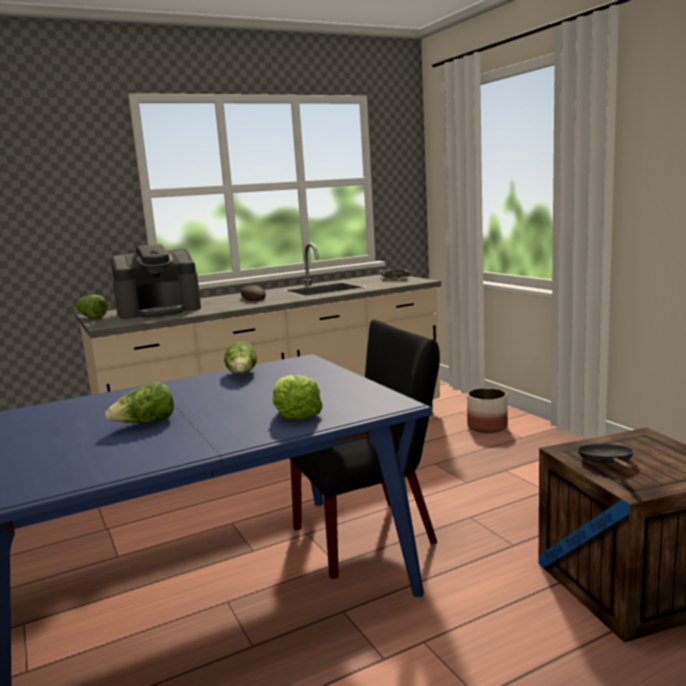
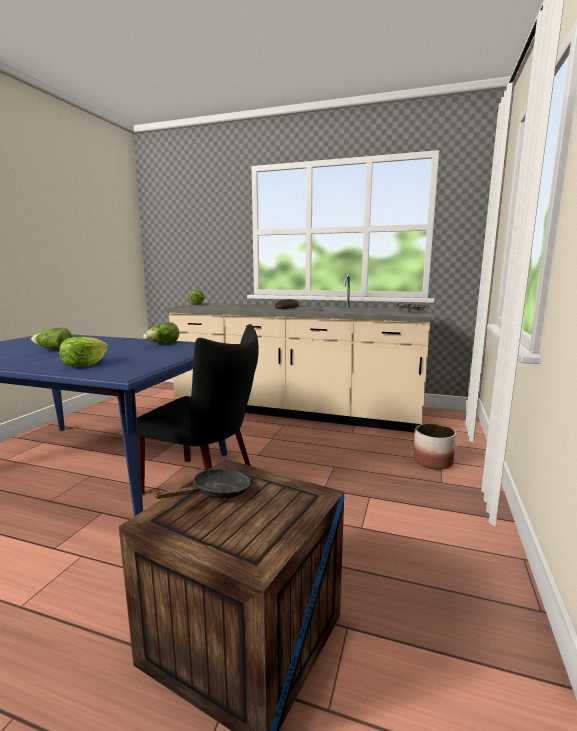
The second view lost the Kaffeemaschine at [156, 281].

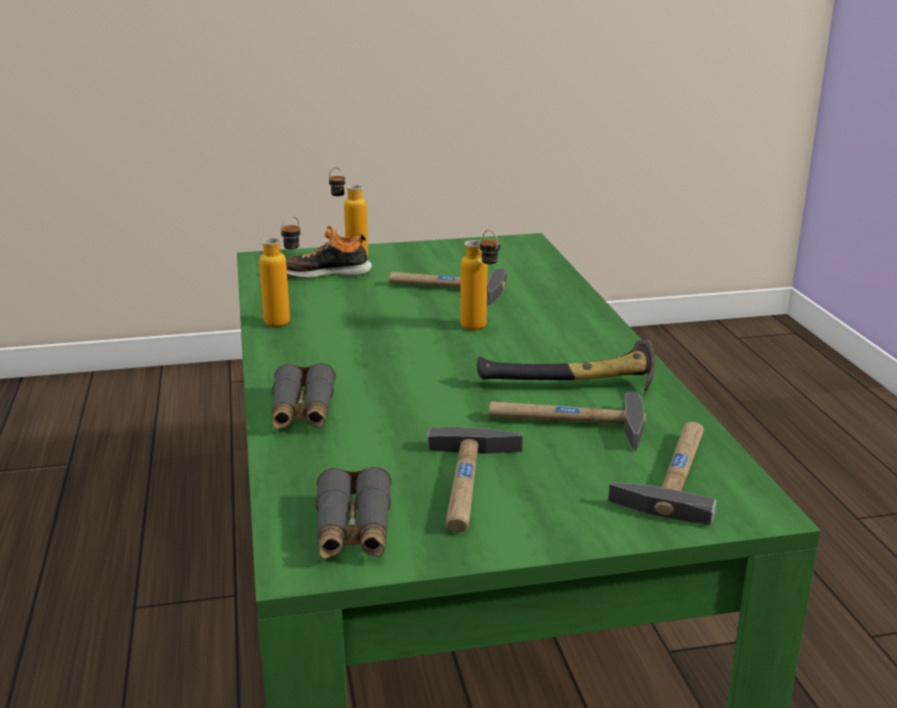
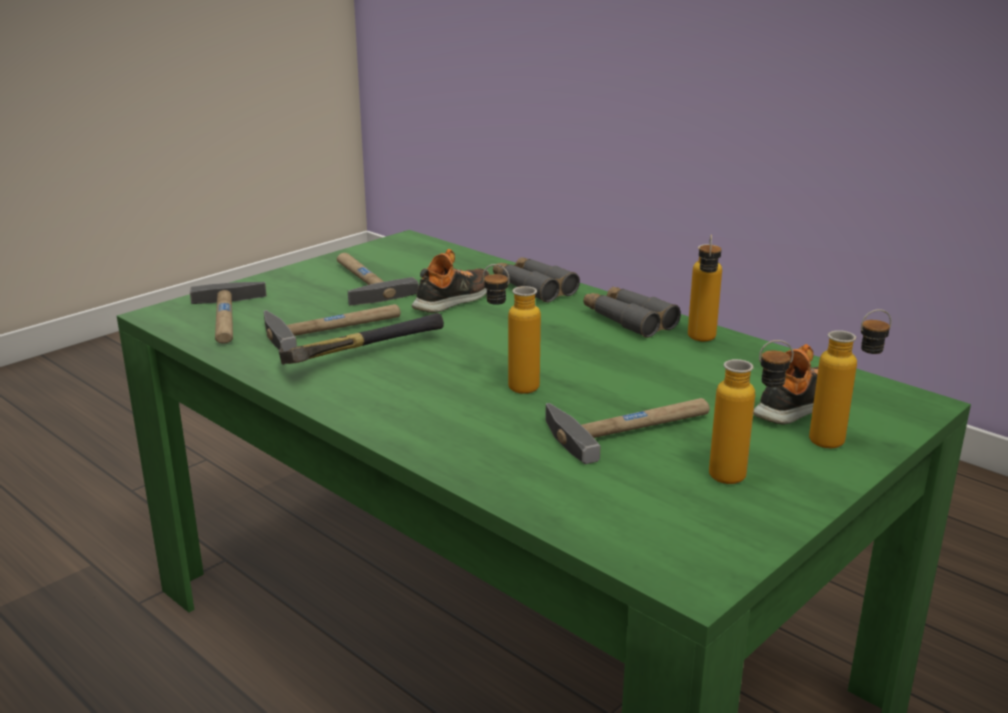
The Fernglas [grau] ended up elsewhere, having gone from [353, 513] to [632, 312]. The second view gained the Schuh at [451, 281]. The second view gained the Flasche at [751, 412].

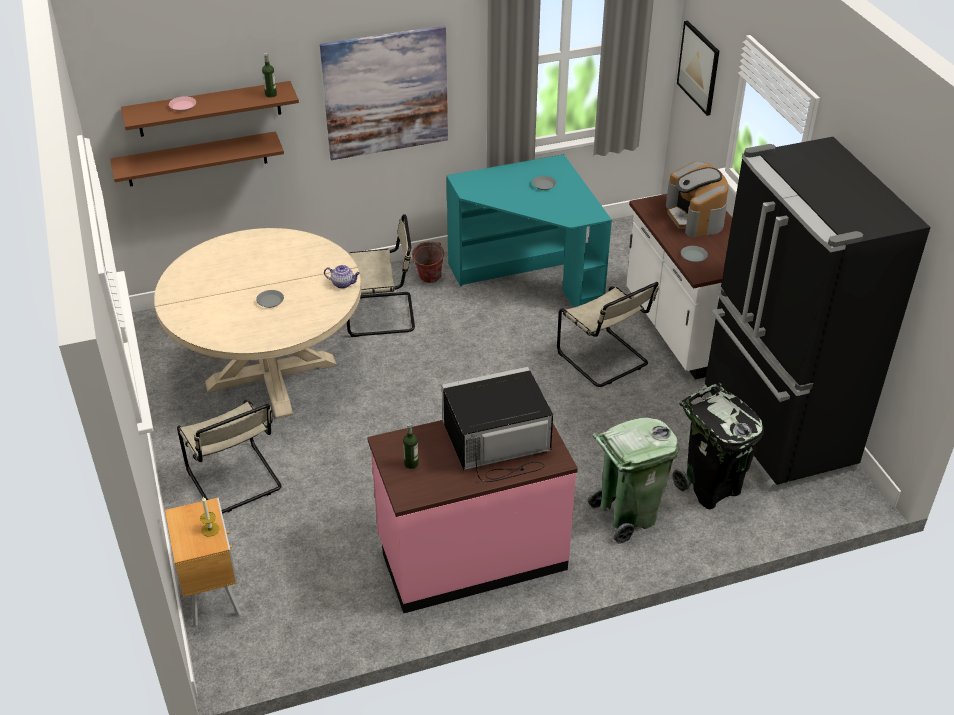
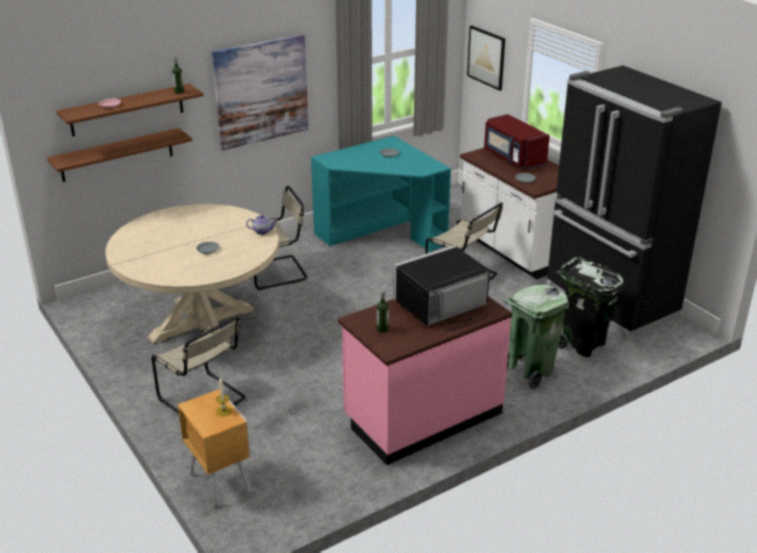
The second view lost the Eimer at [427, 262]. Where the Kaffeemaschine stood at [697, 199], the Mikrowelle [rot] came to stand at [517, 141].

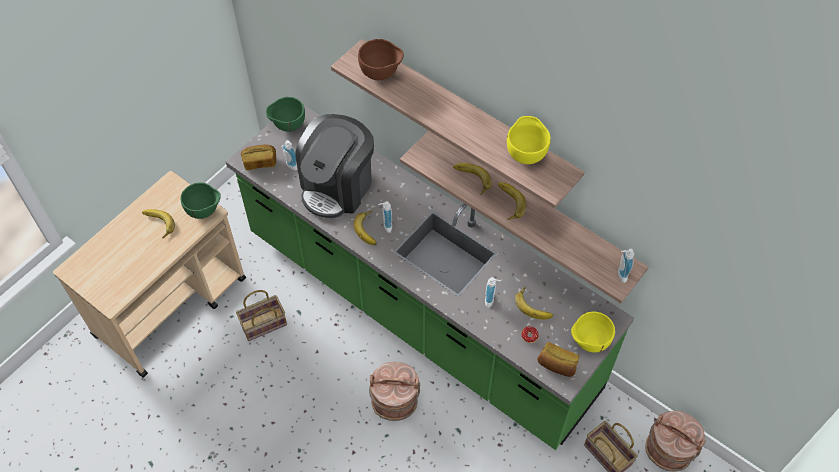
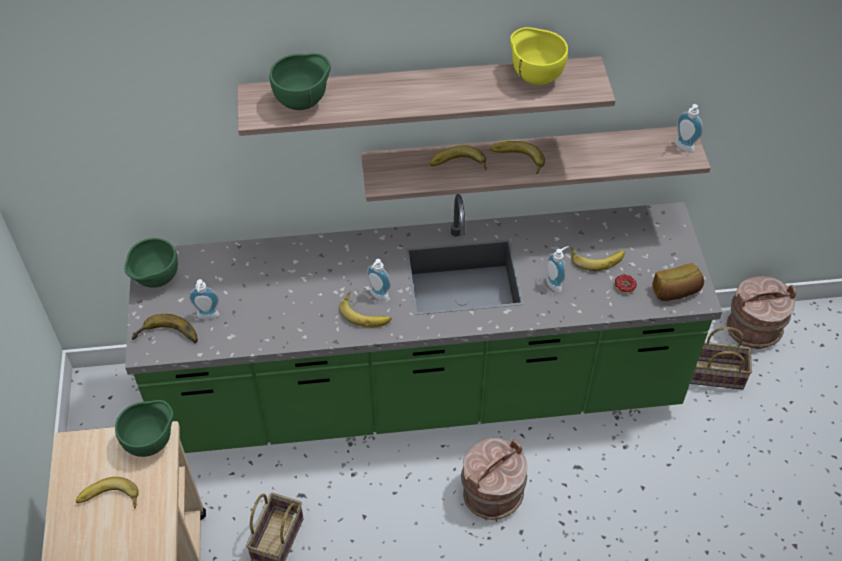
Where the Brot stood at [258, 157], the Banane came to stand at [165, 328]. The second view lost the Kaffeemaschine at [334, 166]. What was the Schüssel [braun] at [381, 59] turned into the Schüssel [grün] at [300, 81]. The second view lost the Schüssel [gelb] at [593, 332].

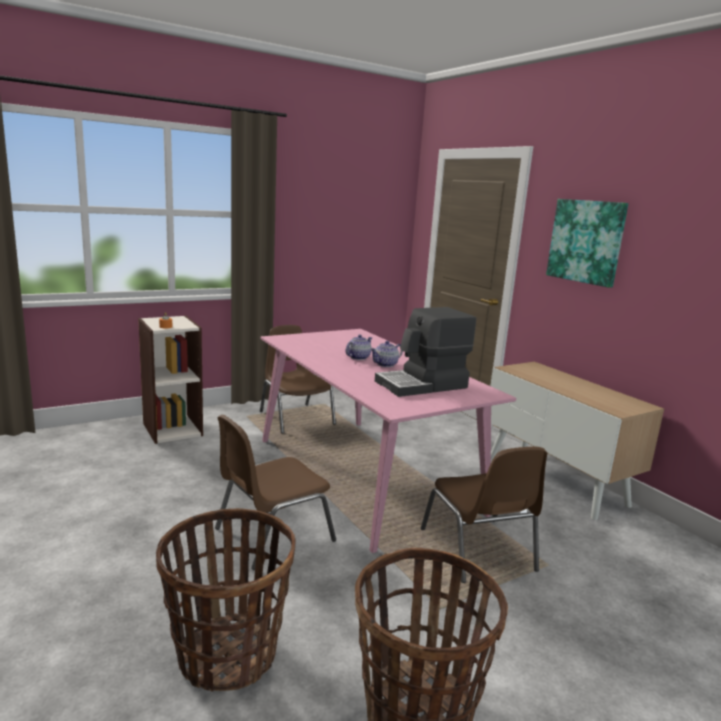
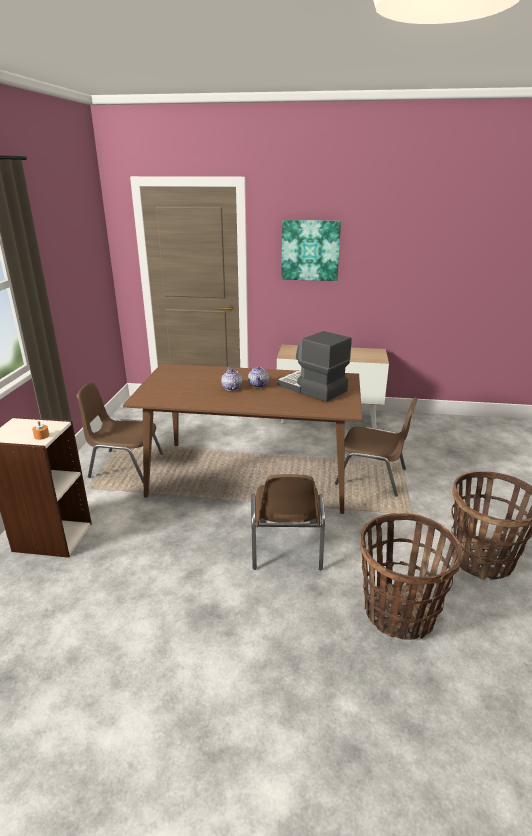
What was the Esstisch [rosa] at [388, 441] turned into the Esstisch [braun] at [242, 439]. The Kaffeemaschine at [425, 352] ended up facing another way, 120 degrees clockwise from before.

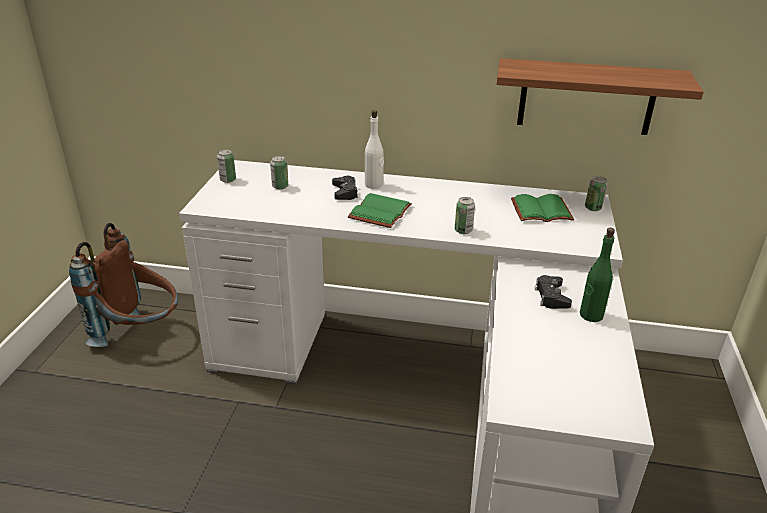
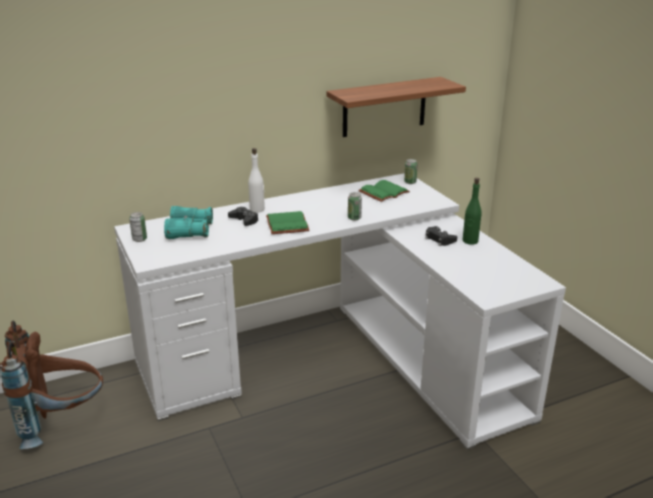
Where the Dose stood at [279, 173], the Fernglas [türkis] came to stand at [188, 222].

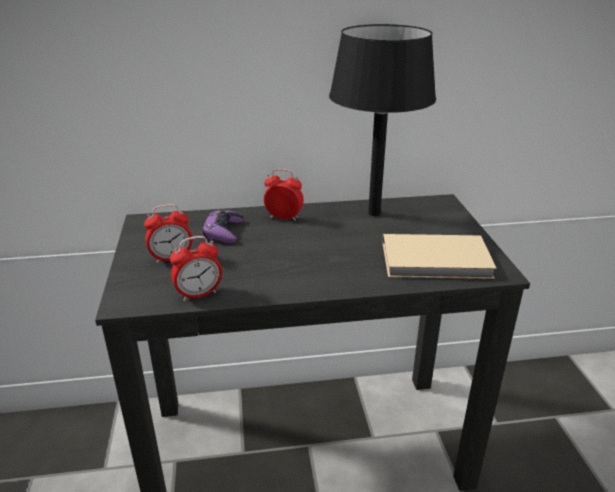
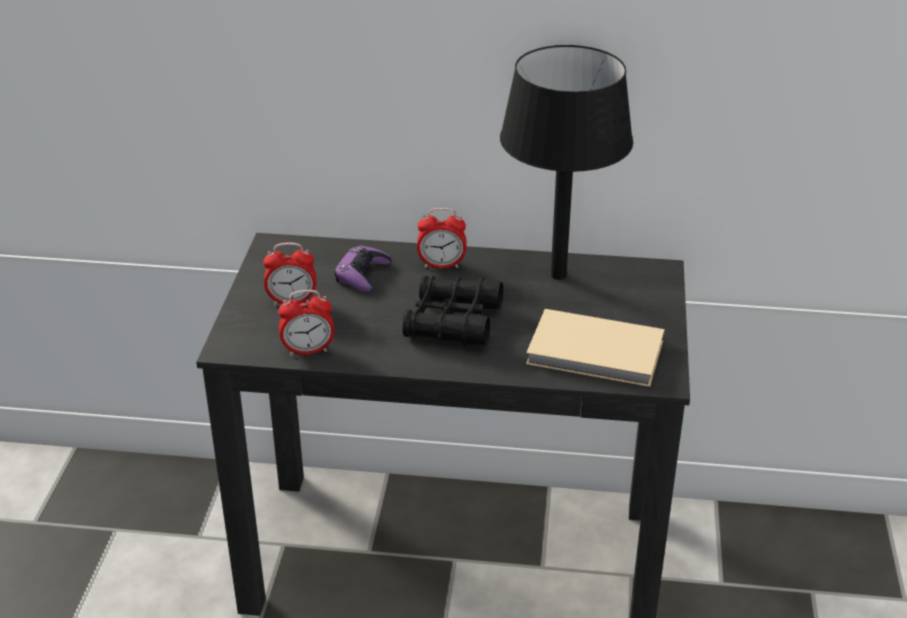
The Wecker at [284, 195] ended up facing another way, 150 degrees clockwise from before. The second view gained the Fernglas [schwarz] at [453, 311].

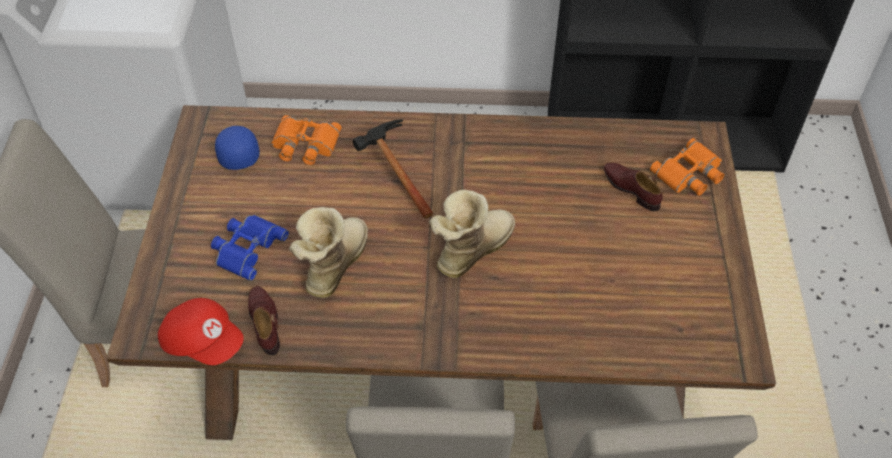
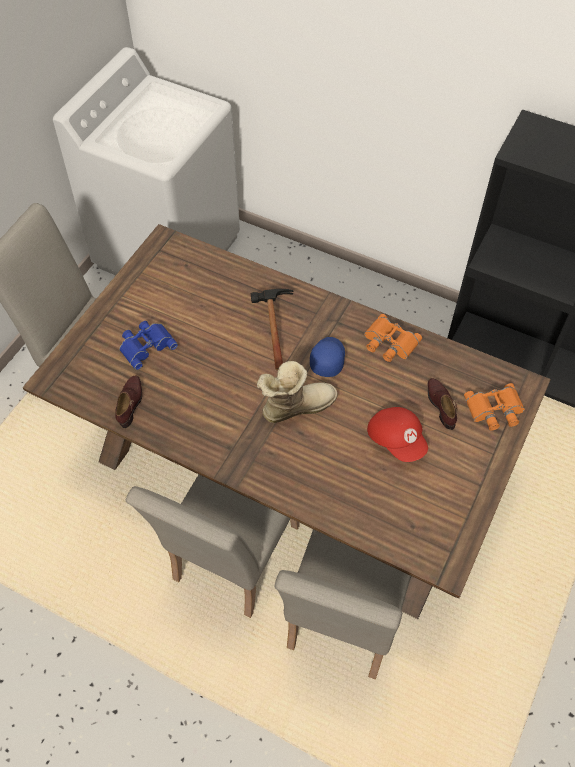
The Kappe [rot] ended up elsewhere, having gone from [201, 331] to [397, 434]. The Kappe [blau] ended up elsewhere, having gone from [237, 148] to [327, 357]. The Fernglas [orange] ended up elsewhere, having gone from [306, 140] to [393, 338]. The second view lost the Stiefel at [328, 252].

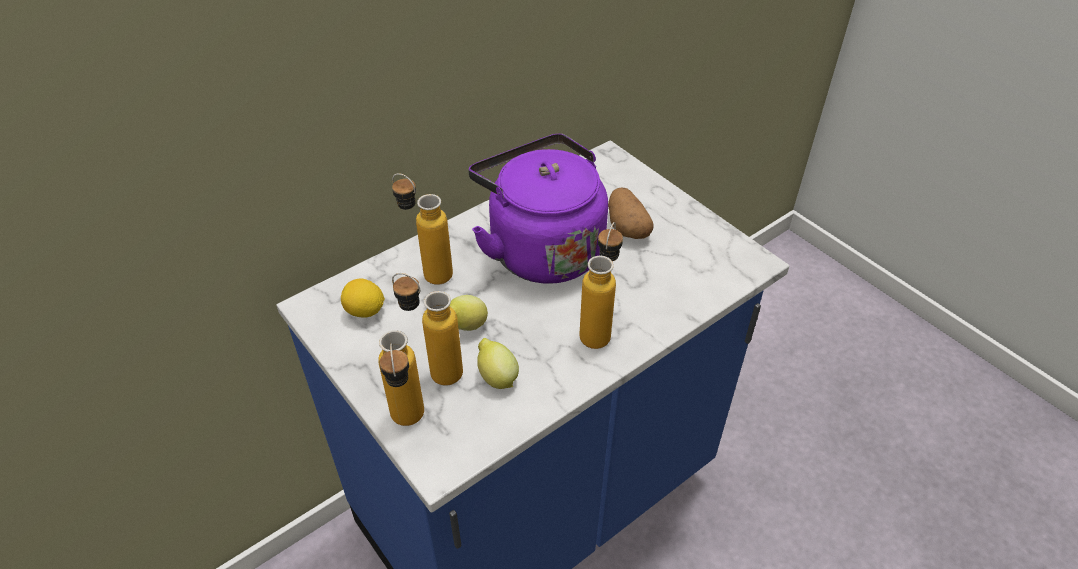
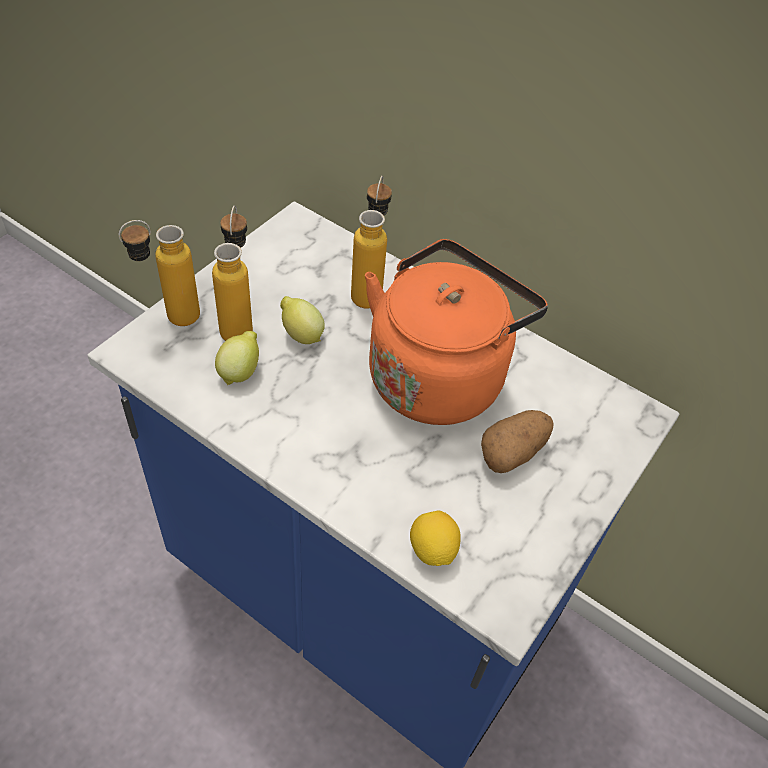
The Zitrone ended up elsewhere, having gone from [363, 298] to [435, 538]. What was the Wasserkessel [lila] at [538, 209] turned into the Wasserkessel [orange] at [456, 332]. The second view lost the Flasche at [601, 285].

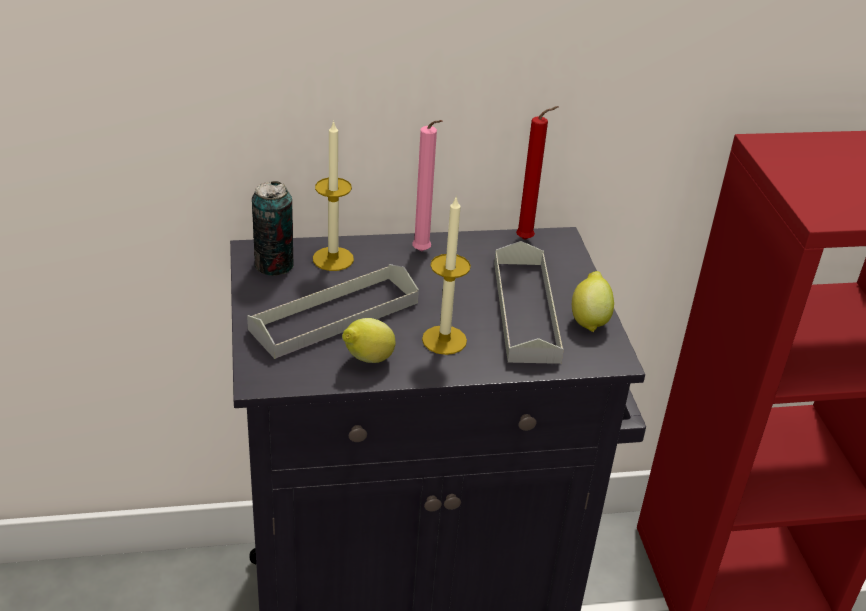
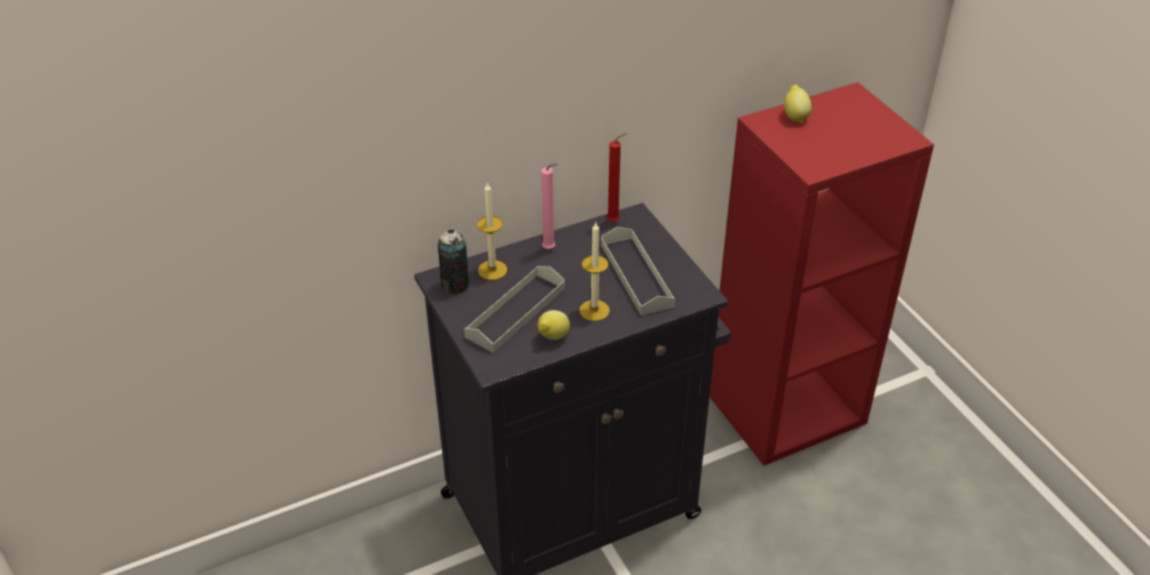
The Zitrone ended up elsewhere, having gone from [593, 301] to [798, 103].

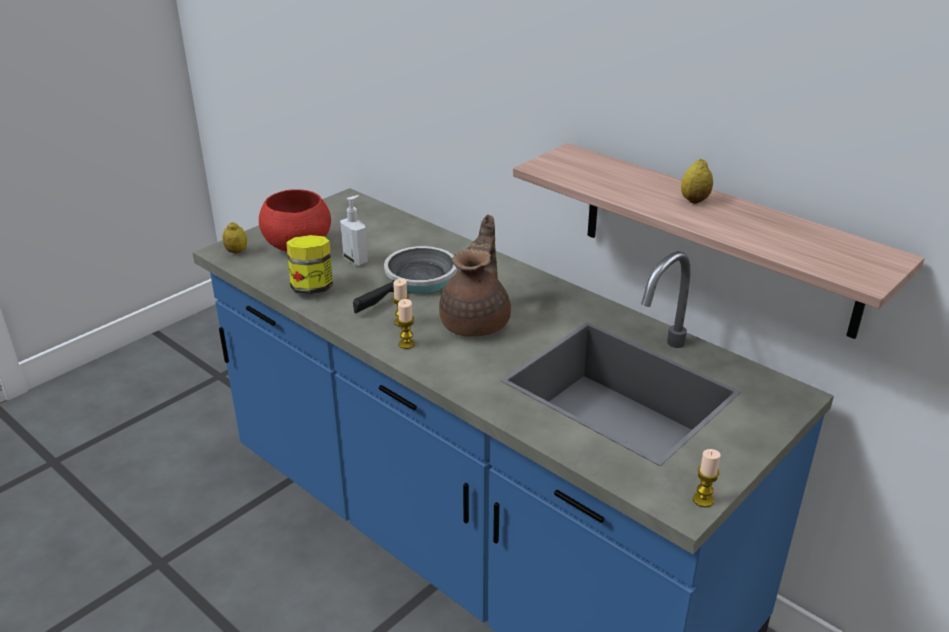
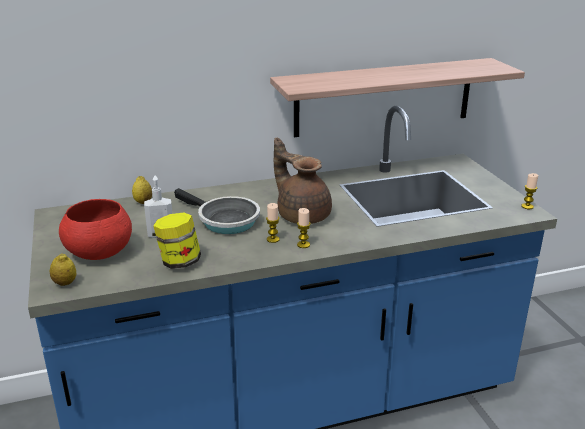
The Pfanne at [405, 280] ended up facing another way, 150 degrees clockwise from before. The Zitrone ended up elsewhere, having gone from [697, 181] to [142, 190].

